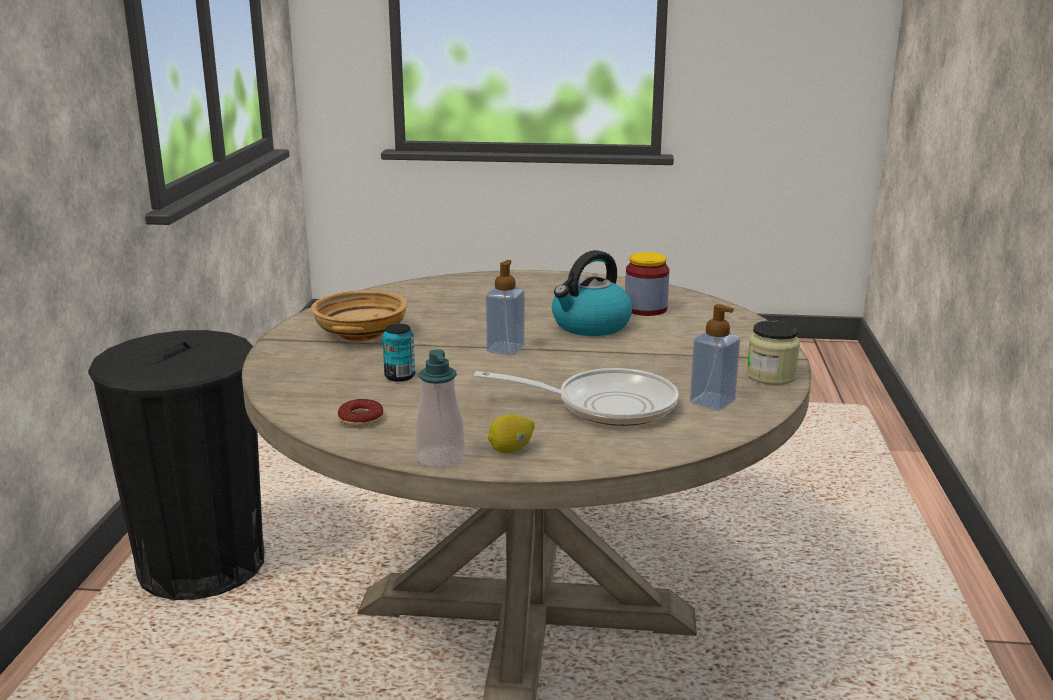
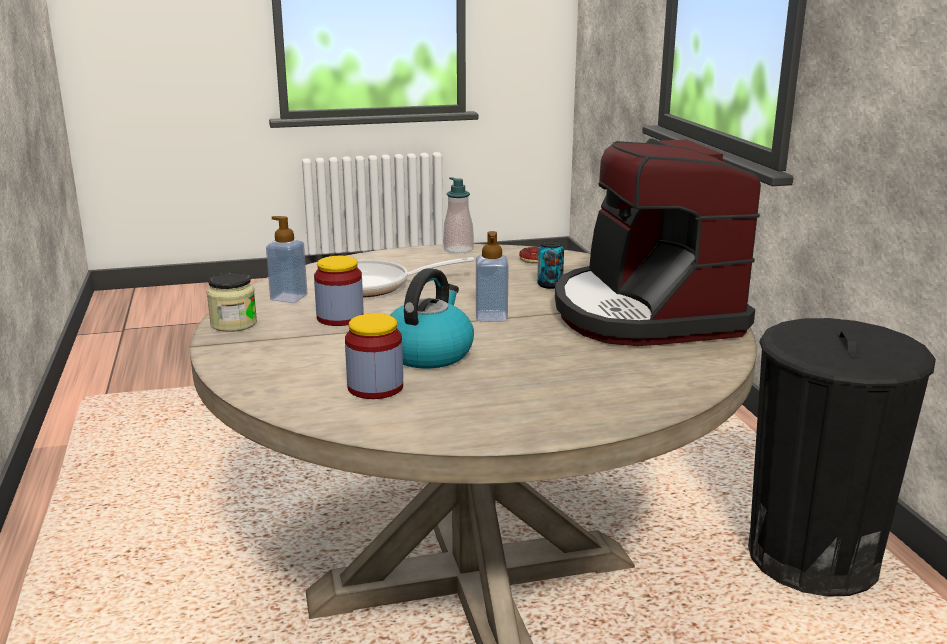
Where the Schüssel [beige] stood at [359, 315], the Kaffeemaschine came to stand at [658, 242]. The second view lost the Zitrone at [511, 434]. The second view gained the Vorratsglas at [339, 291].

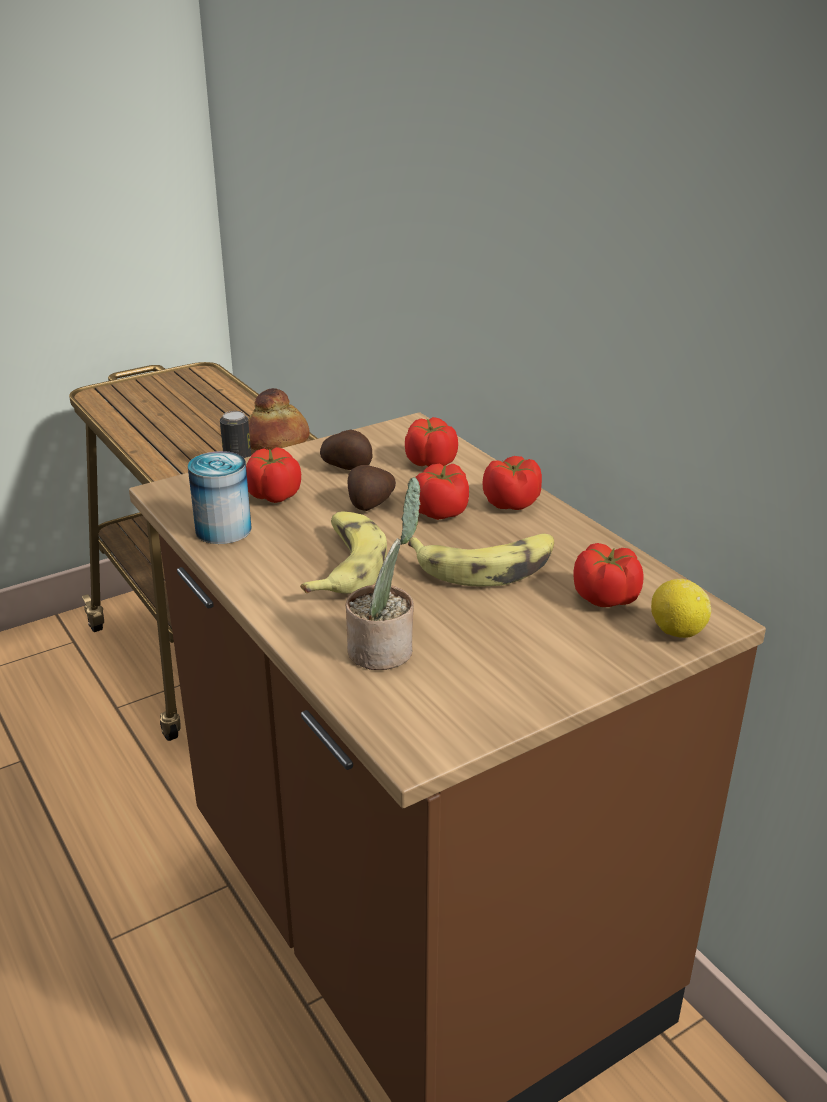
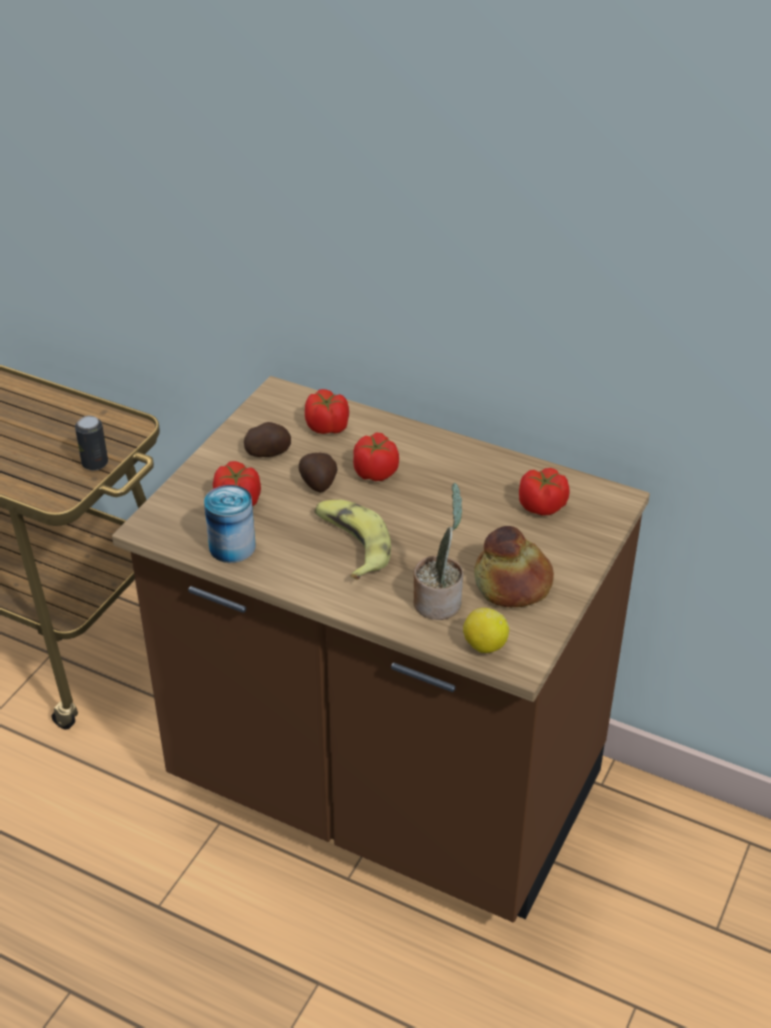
The Brot ended up elsewhere, having gone from [279, 419] to [514, 566]. The second view lost the Banane at [481, 560]. The second view lost the Tomate at [512, 483]. The Zitrone ended up elsewhere, having gone from [681, 608] to [486, 630].

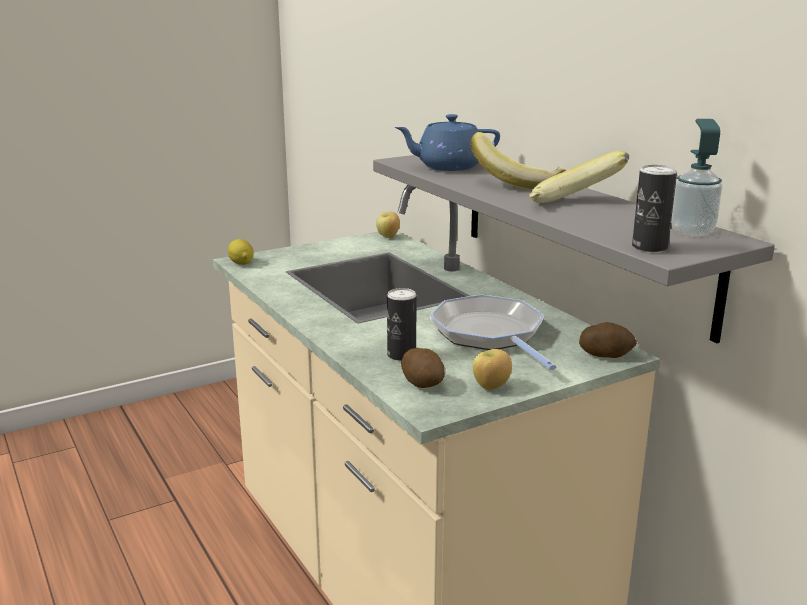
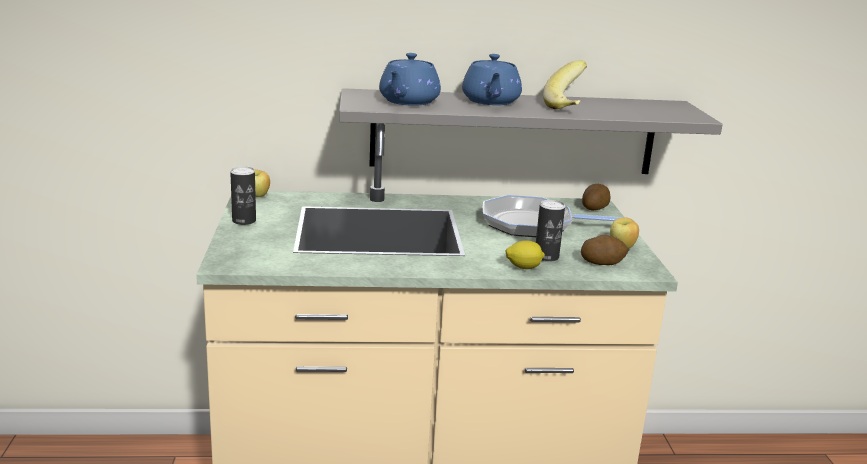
The Zitrone ended up elsewhere, having gone from [241, 252] to [525, 254]. Where the Banane stood at [518, 161], the Teekanne [blau] came to stand at [492, 79]. The Dose ended up elsewhere, having gone from [654, 208] to [243, 195]. The second view lost the Seifenspender at [696, 178].

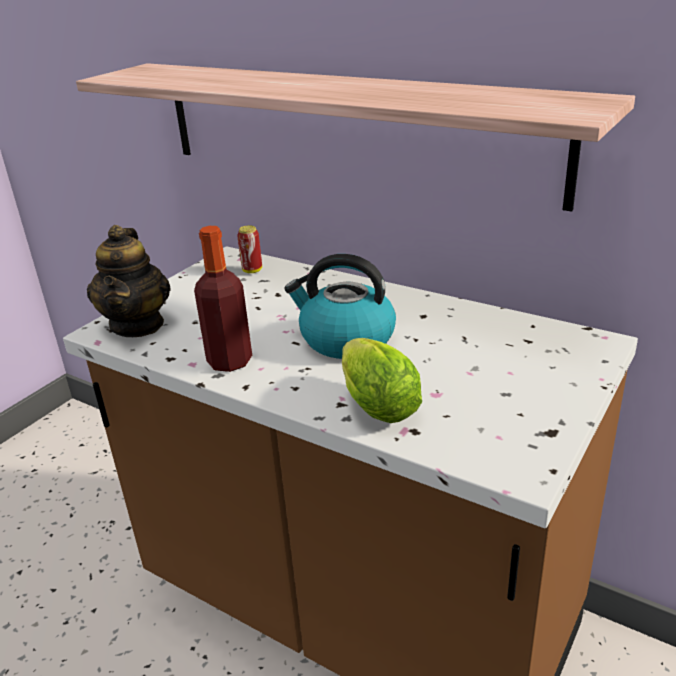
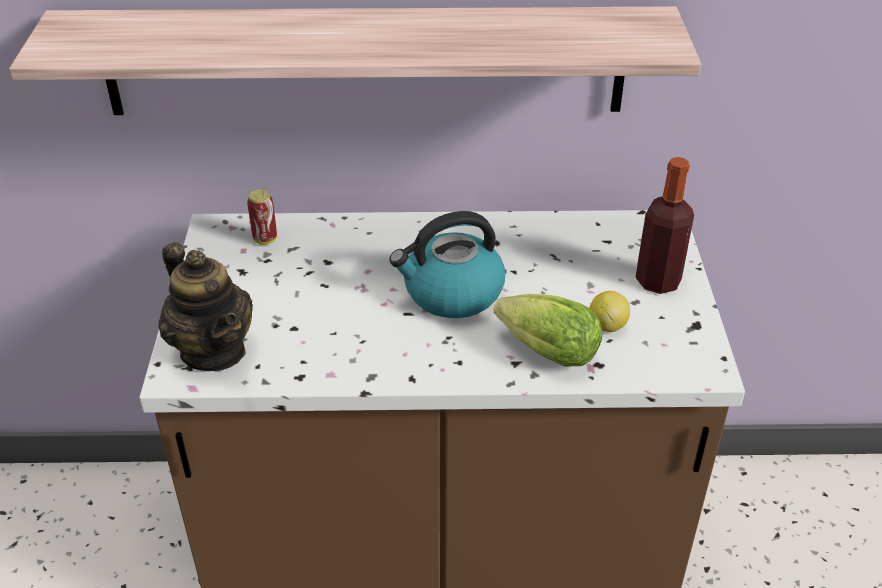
The Flasche ended up elsewhere, having gone from [223, 299] to [664, 225]. The second view gained the Zitrone at [609, 311].

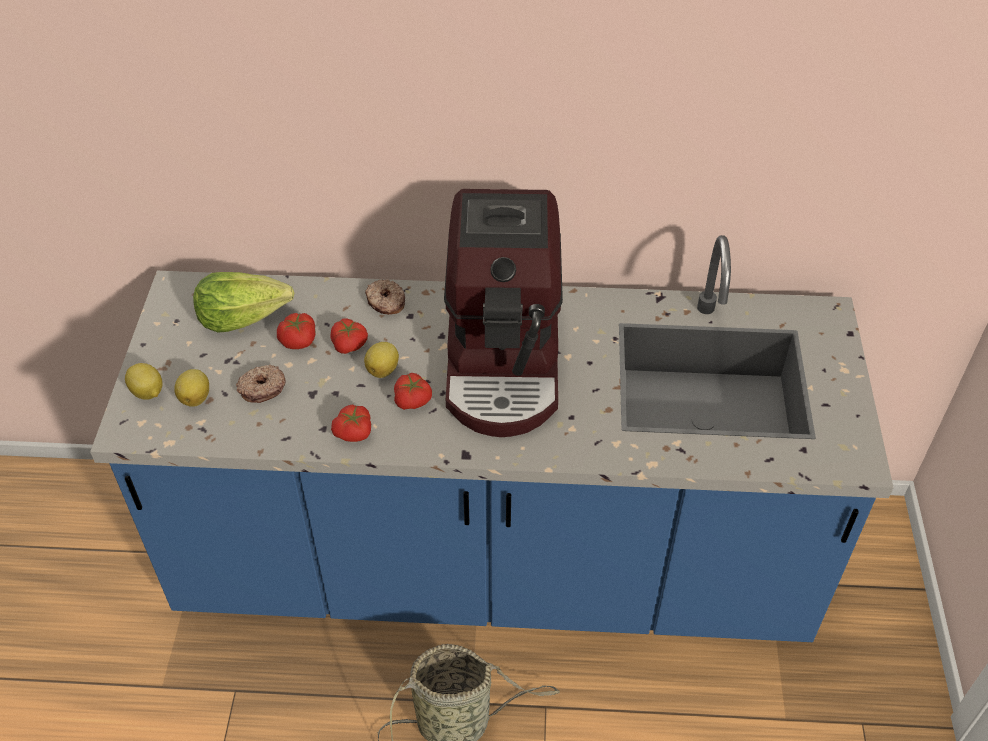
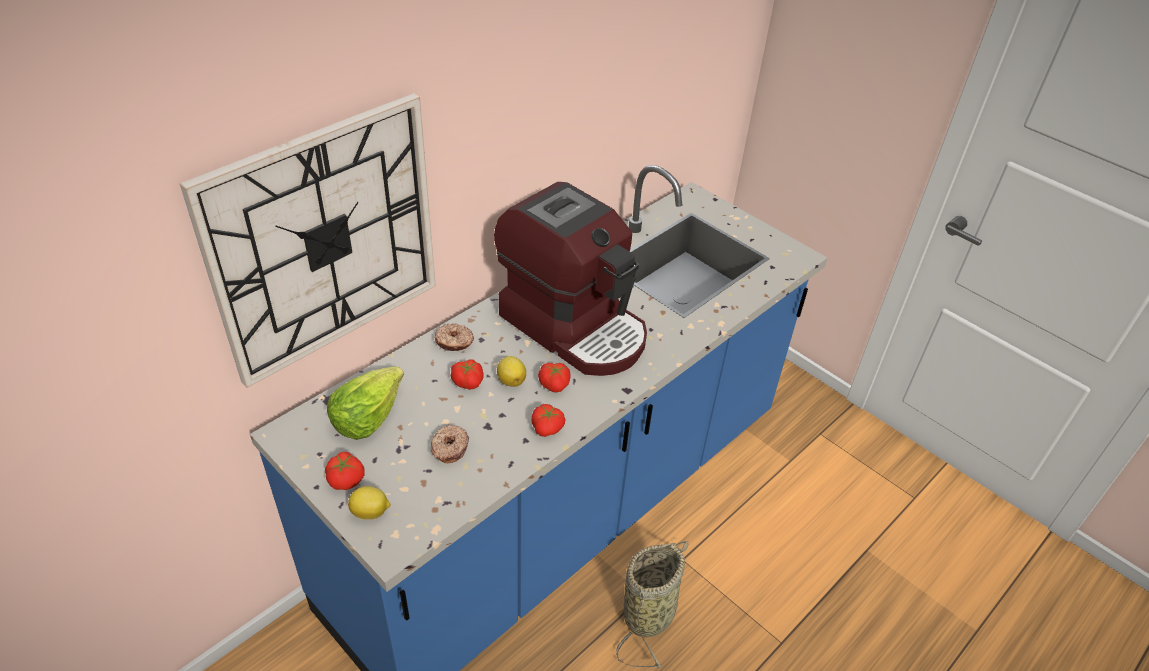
The second view lost the Zitrone at [191, 388]. The Tomate ended up elsewhere, having gone from [296, 331] to [345, 471]. The second view gained the Wanduhr at [308, 240].

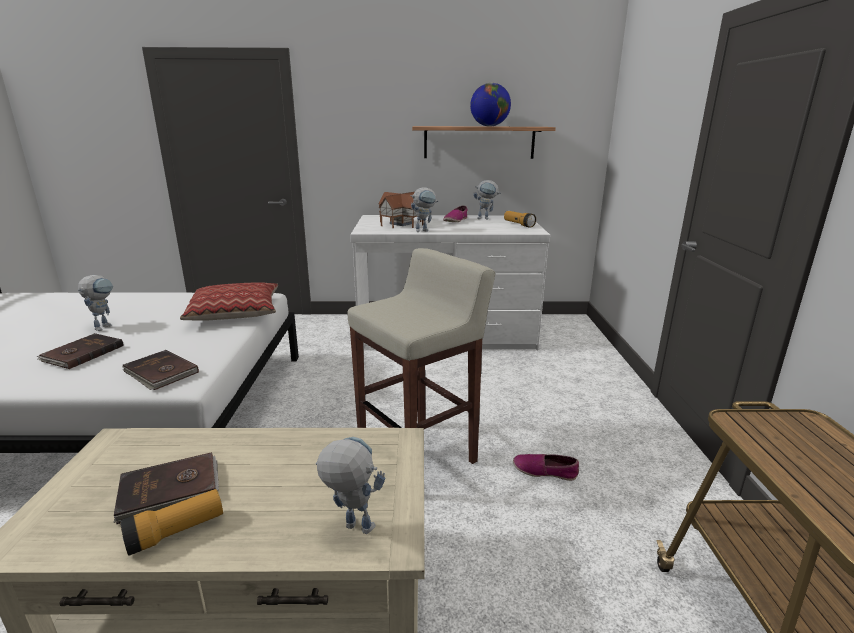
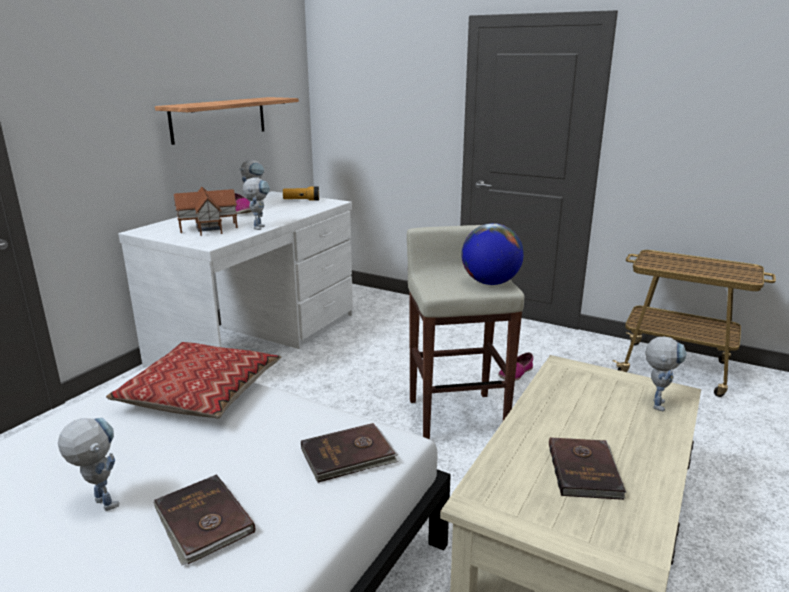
The second view lost the Taschenlampe at [171, 522]. The Spielzeugroboter at [350, 485] ended up facing another way, 150 degrees clockwise from before. The Globus ended up elsewhere, having gone from [490, 105] to [493, 254].

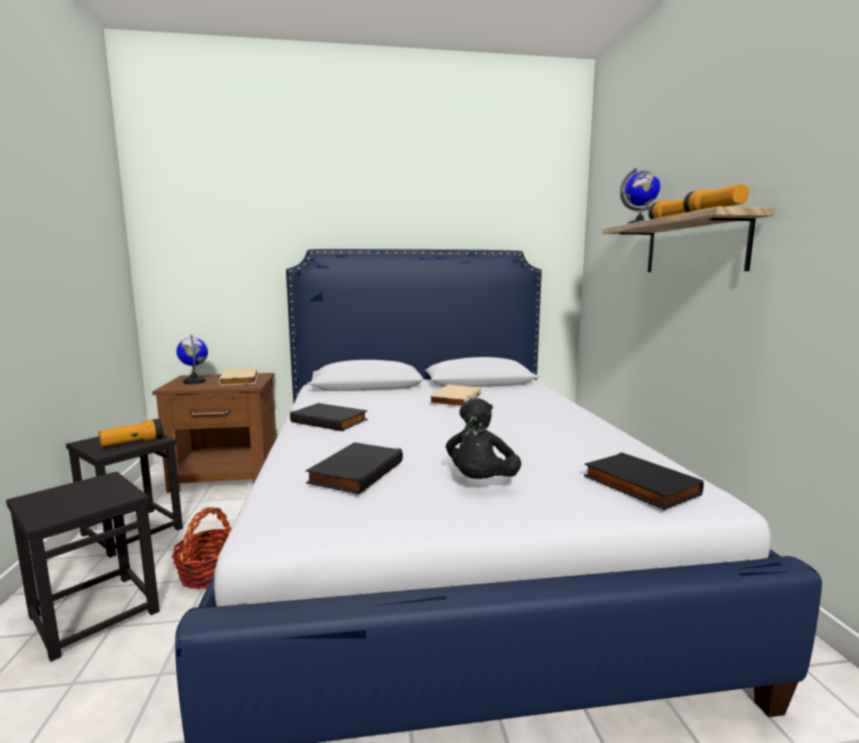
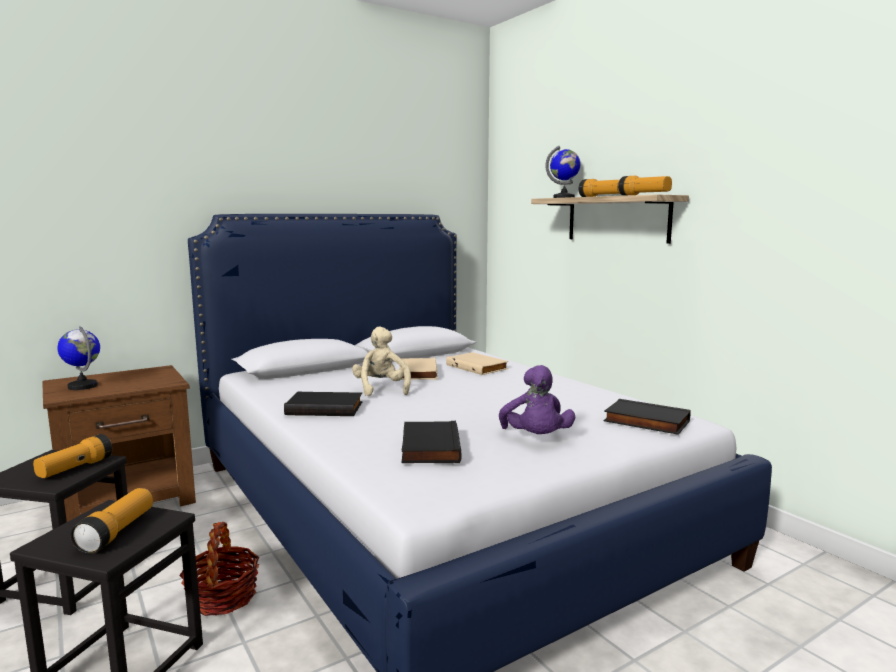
The Buch [beige] ended up elsewhere, having gone from [238, 377] to [477, 363]. What was the Plüschtier [schwarz] at [483, 438] turned into the Plüschtier [lila] at [537, 399]. The second view gained the Taschenlampe at [111, 521]. The second view gained the Plüschtier [beige] at [381, 361].

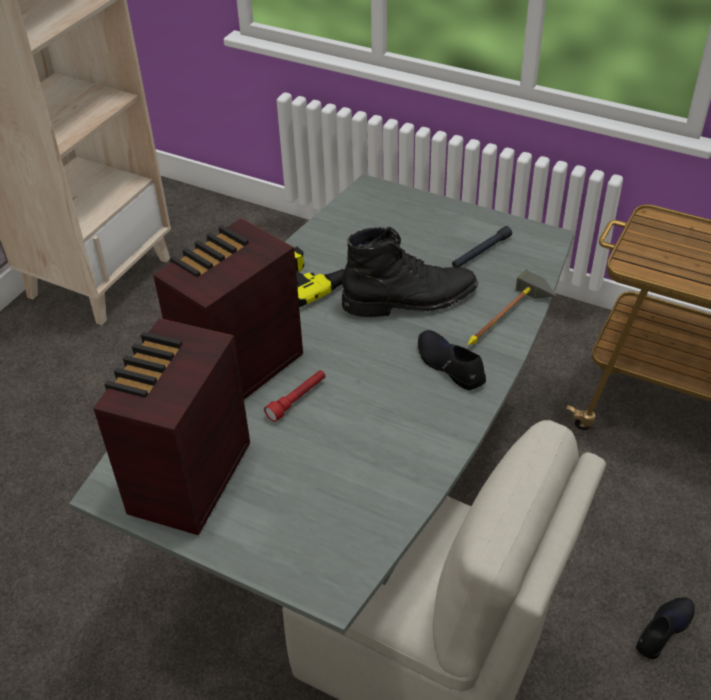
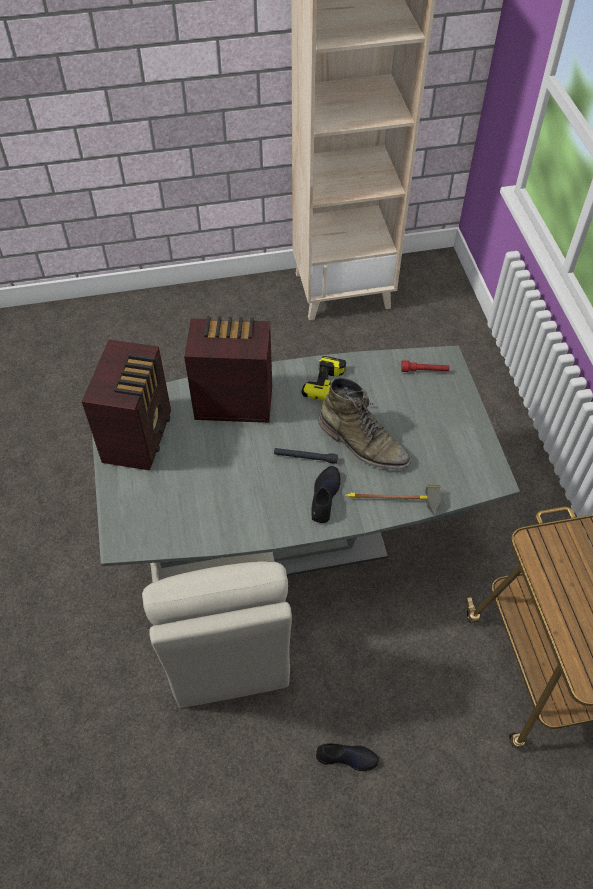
The Radio at [171, 427] ended up facing another way, 120 degrees clockwise from before. The Taschenlampe [rot] ended up elsewhere, having gone from [294, 396] to [425, 366]. What was the Stiefel [schwarz] at [410, 272] turned into the Stiefel [grün] at [364, 424]. The Taschenlampe [schwarz] ended up elsewhere, having gone from [482, 246] to [306, 456].

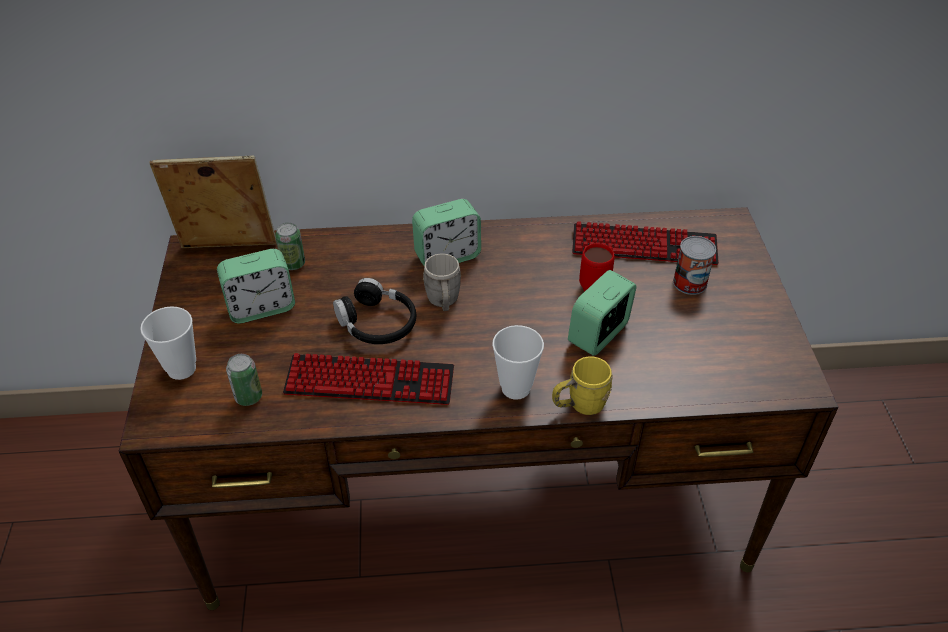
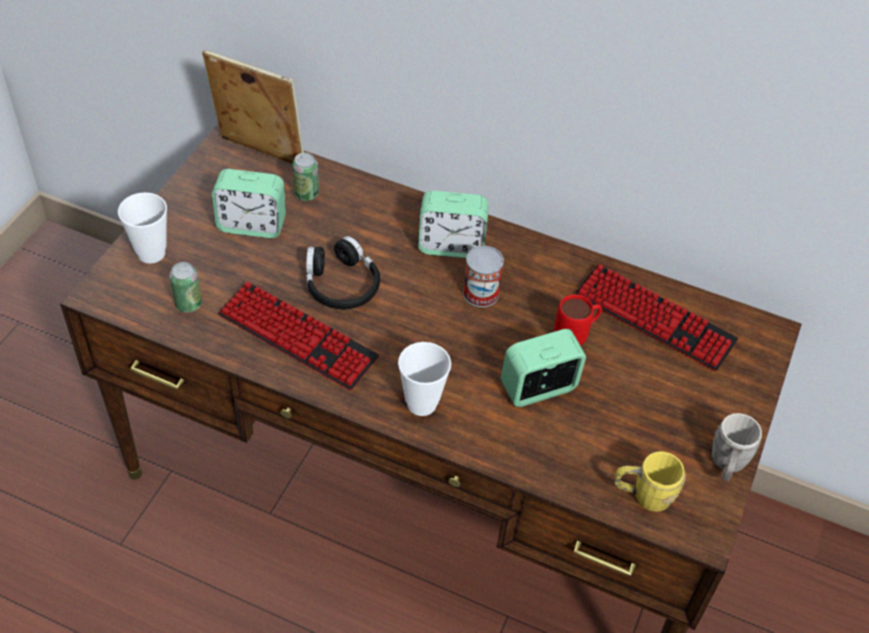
The Henkelbecher [grau] ended up elsewhere, having gone from [442, 282] to [737, 447]. The Henkelbecher [gelb] ended up elsewhere, having gone from [582, 385] to [650, 482]. The Dose ended up elsewhere, having gone from [694, 265] to [483, 276].

